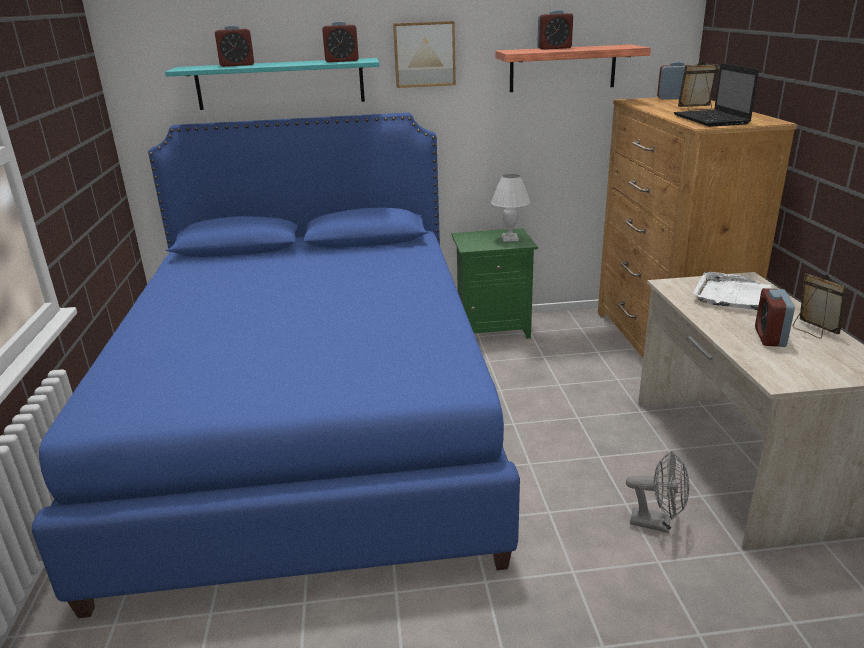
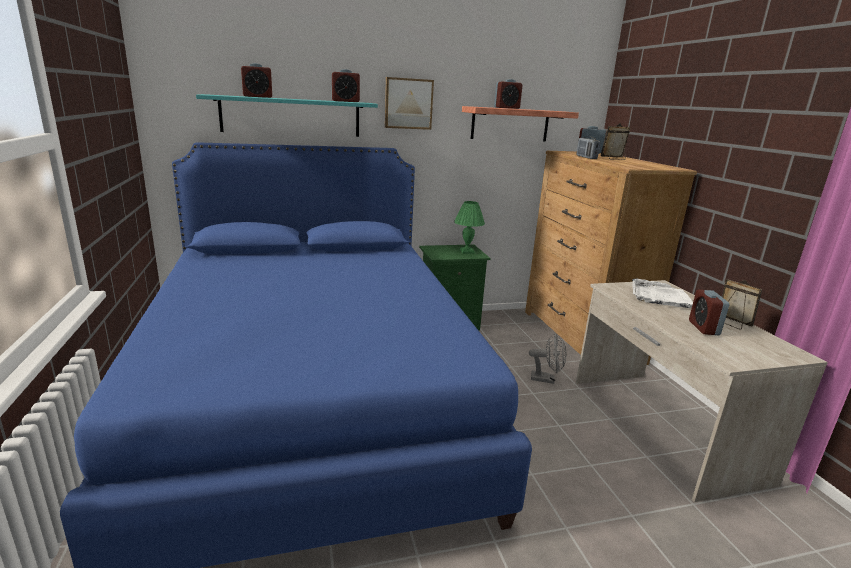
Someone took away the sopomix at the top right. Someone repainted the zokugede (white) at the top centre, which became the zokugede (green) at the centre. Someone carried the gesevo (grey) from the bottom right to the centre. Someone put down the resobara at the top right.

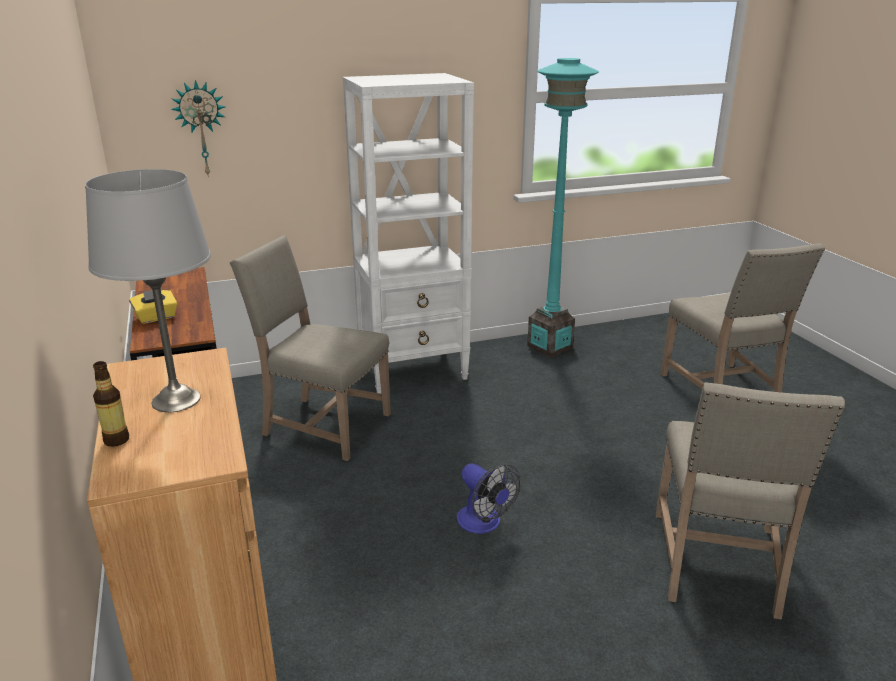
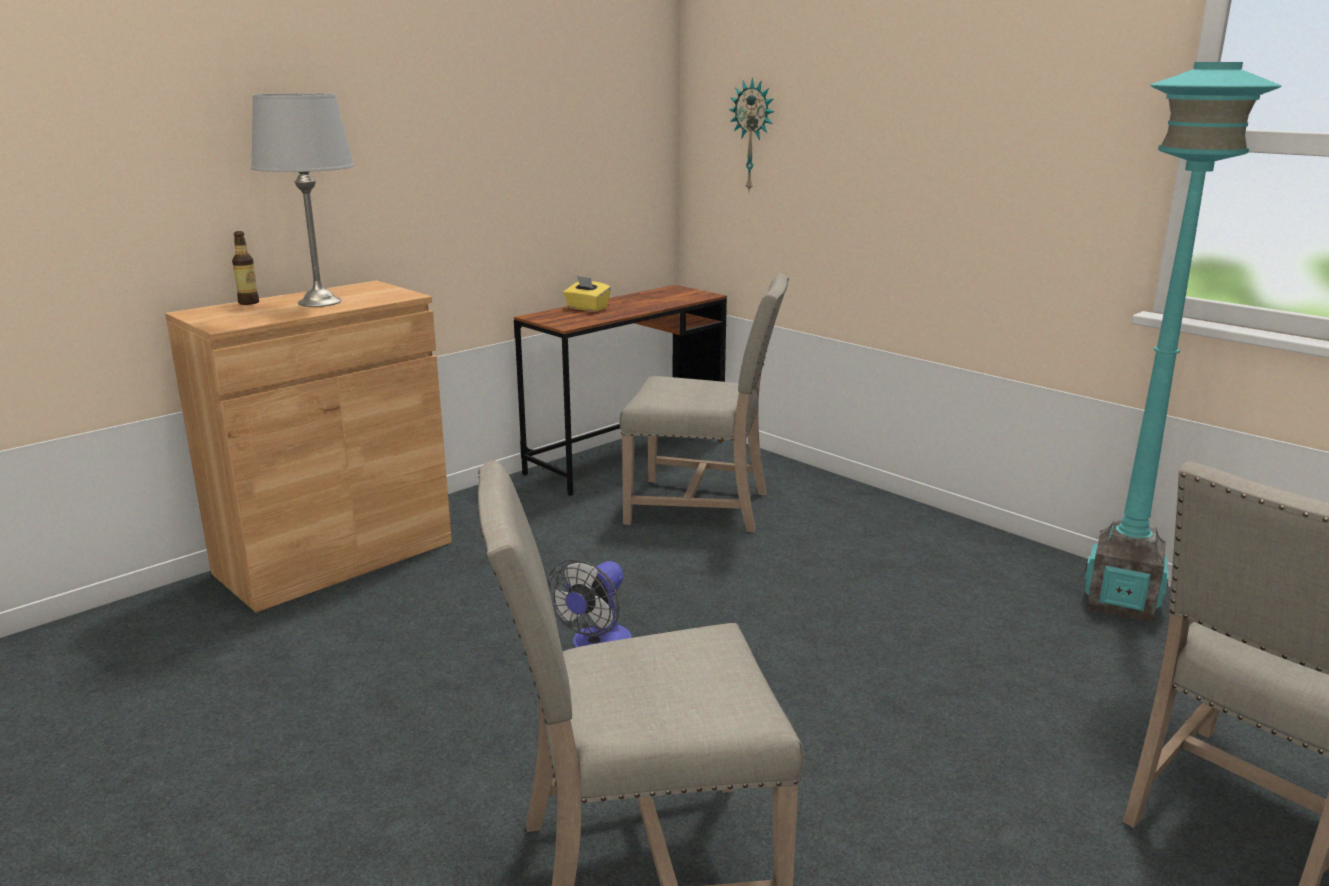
Someone took away the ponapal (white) at the centre. Someone rotated the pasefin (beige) (no. 1 from left in the first image) at the centre by 105 degrees clockwise.

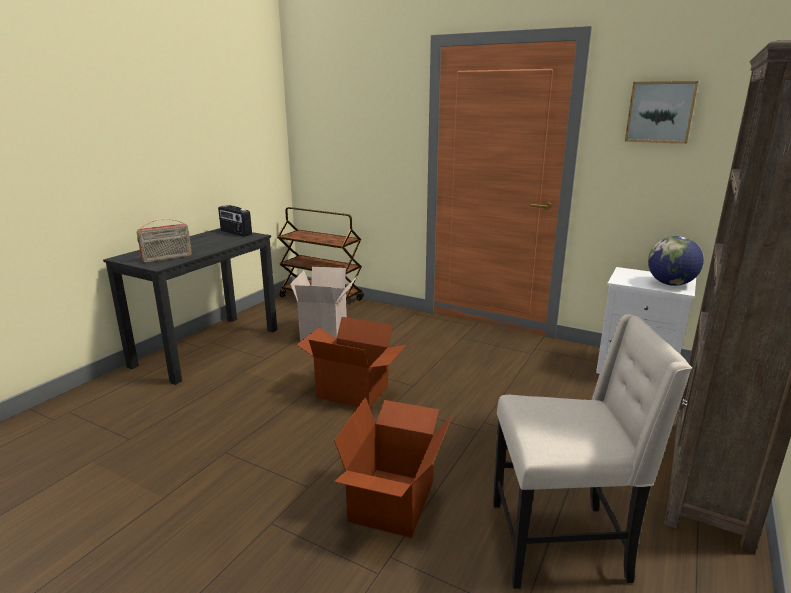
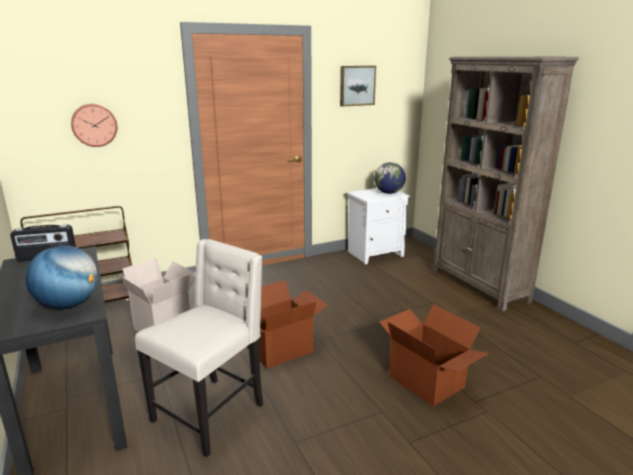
Someone swapped the resobara (no. 1 from left) at the middle left for the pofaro (no. 1 from left) at the middle left. Someone carried the pasefin (beige) from the bottom right to the bottom left. Someone put up the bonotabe at the top left.

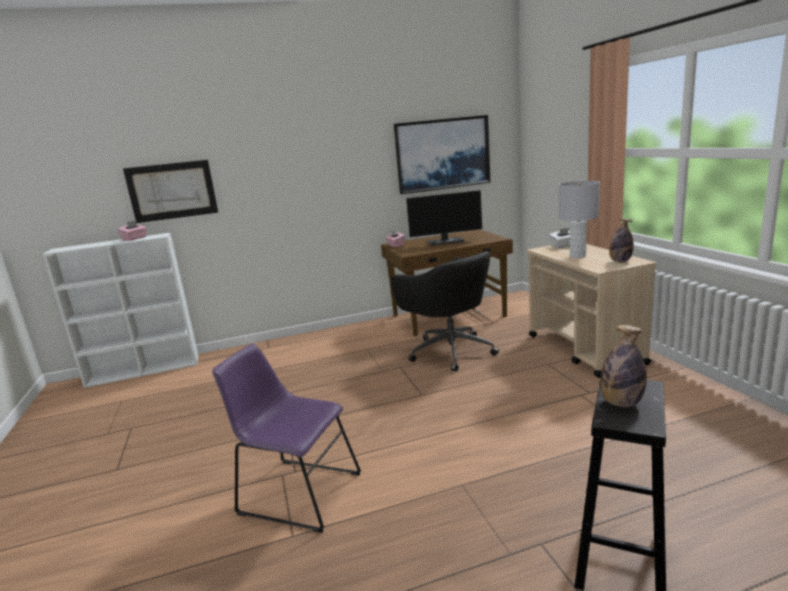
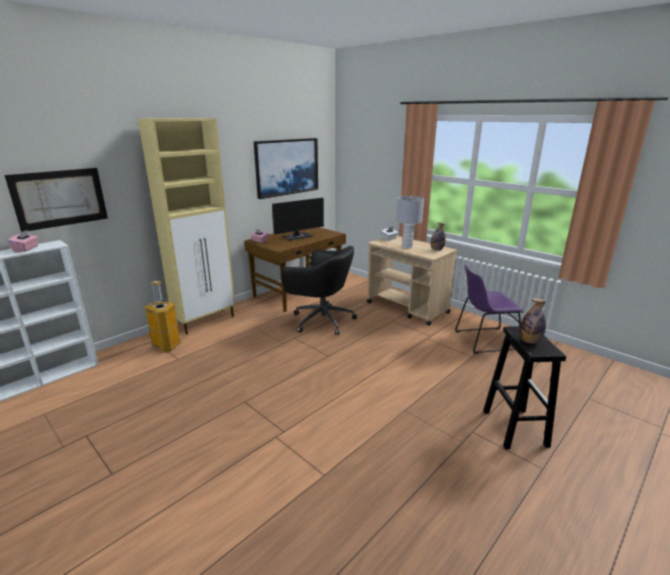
Someone carried the pasefin (purple) from the bottom centre to the middle right. Someone put down the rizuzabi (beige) at the middle left. Someone put down the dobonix at the middle left.

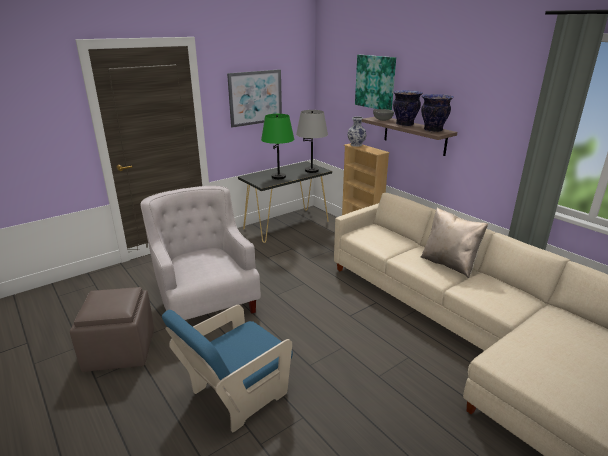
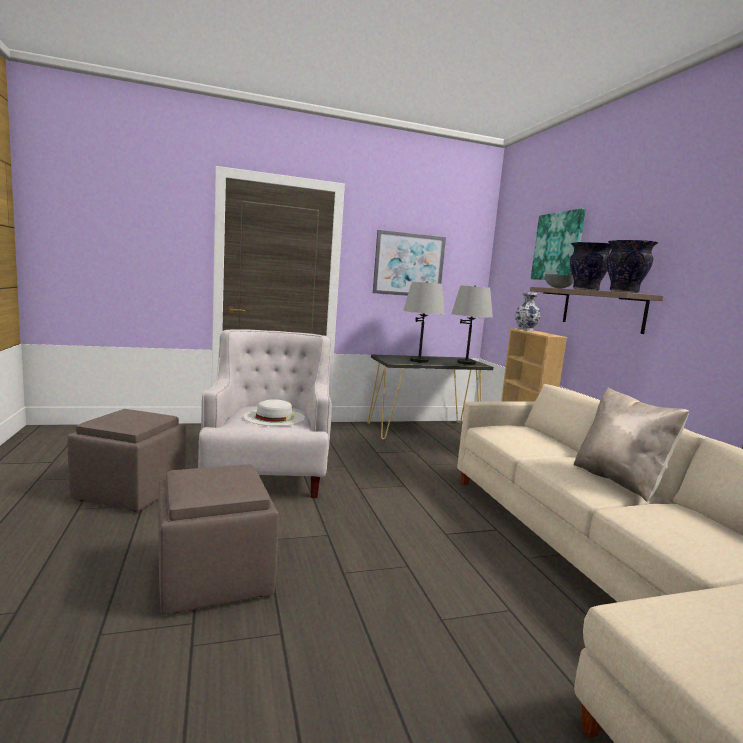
Someone repainted the zokugede (green) at the top centre, which became the zokugede (grey) (no. 1 from left) at the centre. Someone swapped the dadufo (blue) at the bottom centre for the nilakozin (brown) (no. 2 from left) at the bottom left. Someone put down the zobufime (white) at the centre.

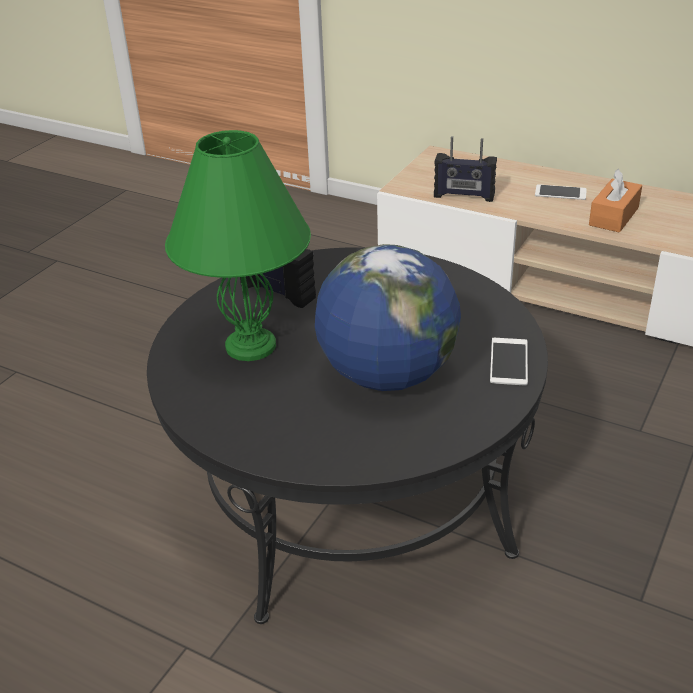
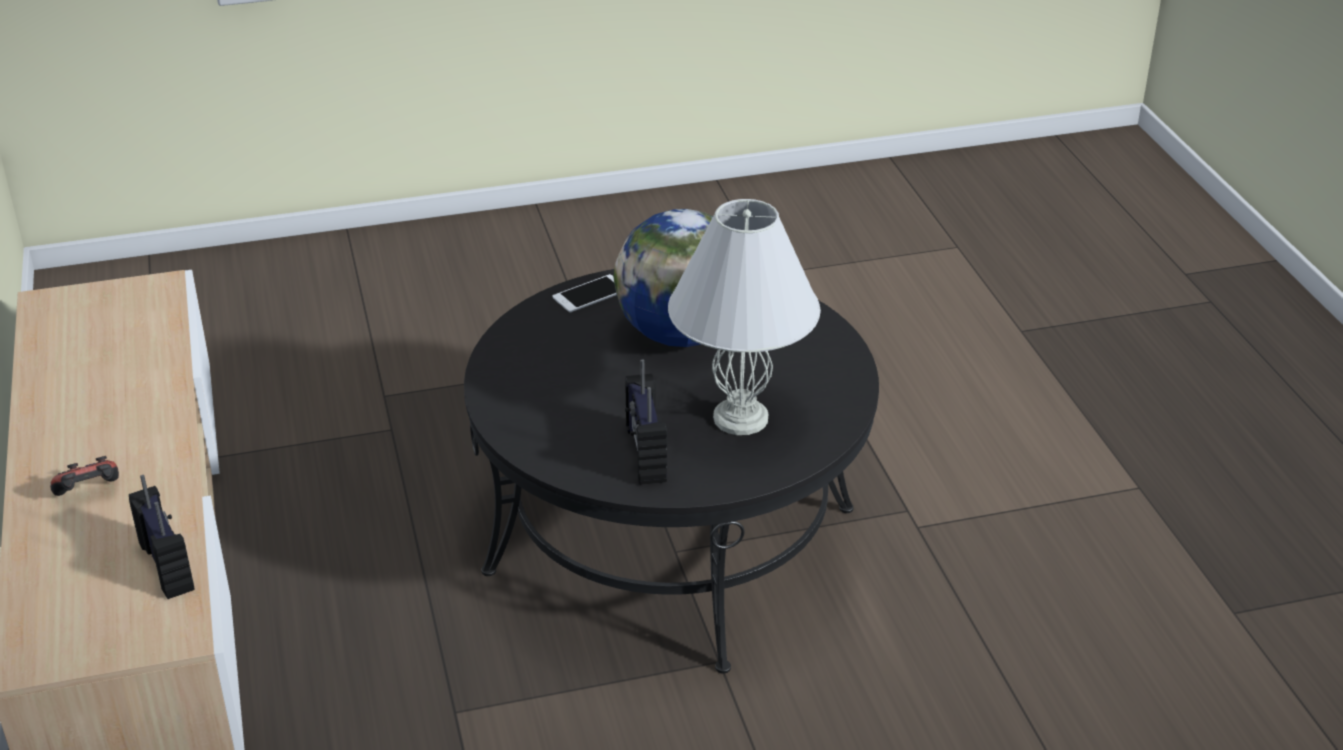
Someone repainted the zokugede (green) at the centre, which became the zokugede (white) at the centre. Someone took away the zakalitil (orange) at the top right. Someone swapped the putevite (no. 2 from left) at the top right for the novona at the middle left.

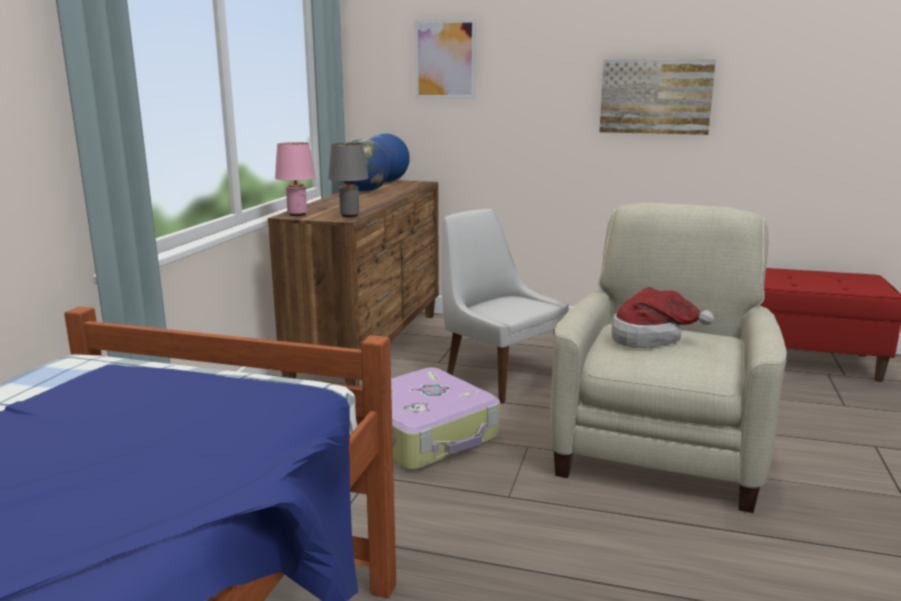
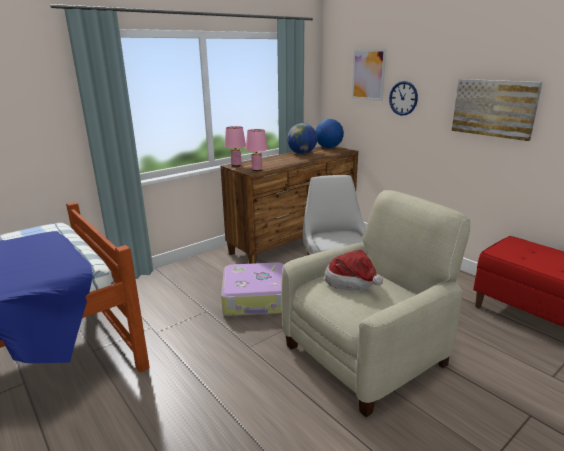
Someone repainted the zokugede (grey) at the top centre, which became the zokugede (pink) (no. 2 from left) at the top centre. Someone put up the bonotabe at the top right.

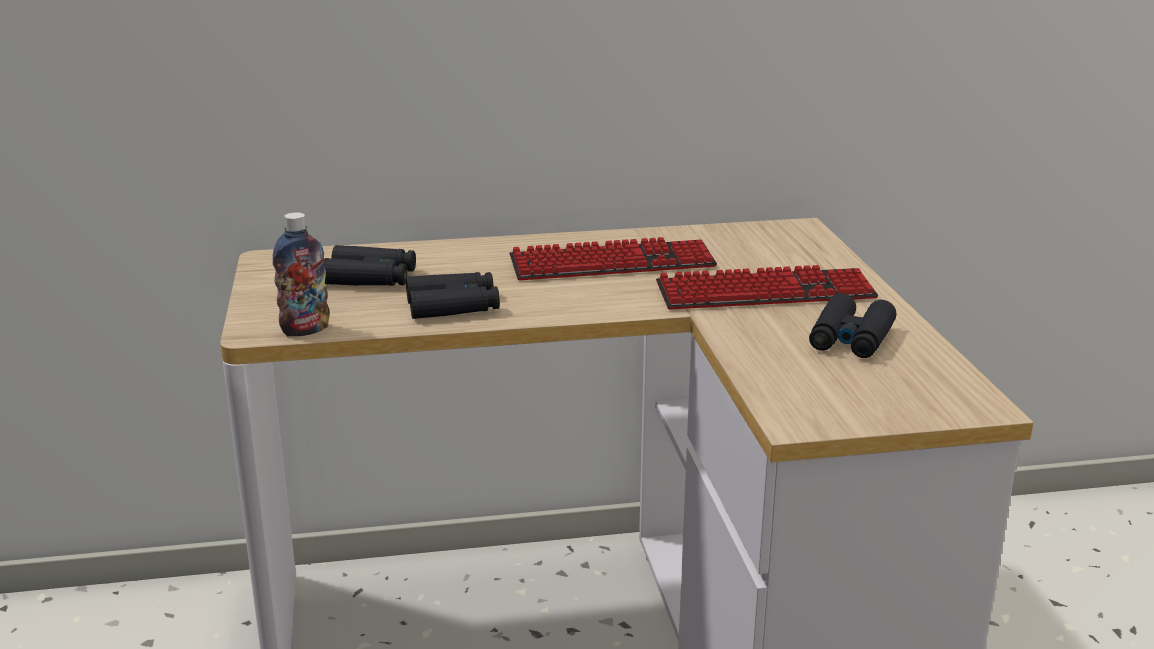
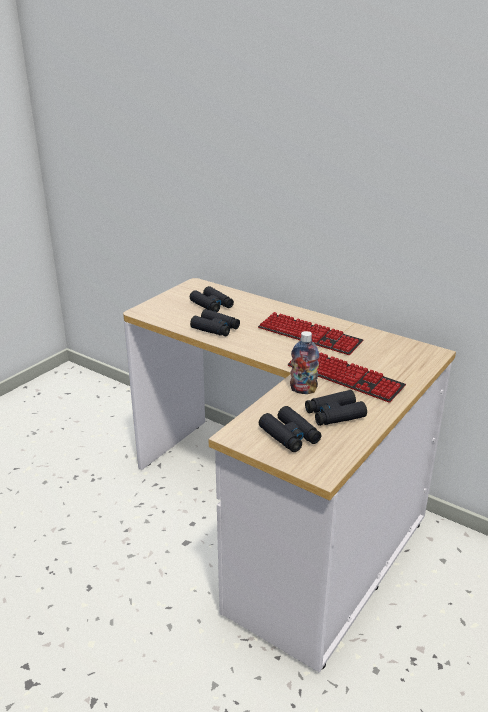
Someone carried the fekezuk from the middle left to the centre. Someone put down the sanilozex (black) (no. 3 from left) at the centre.

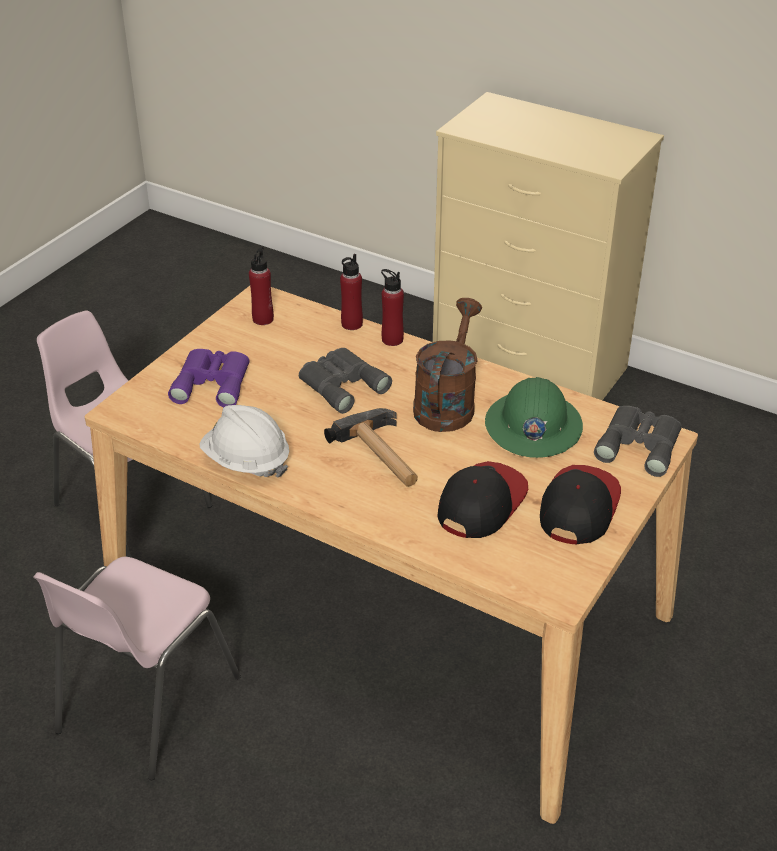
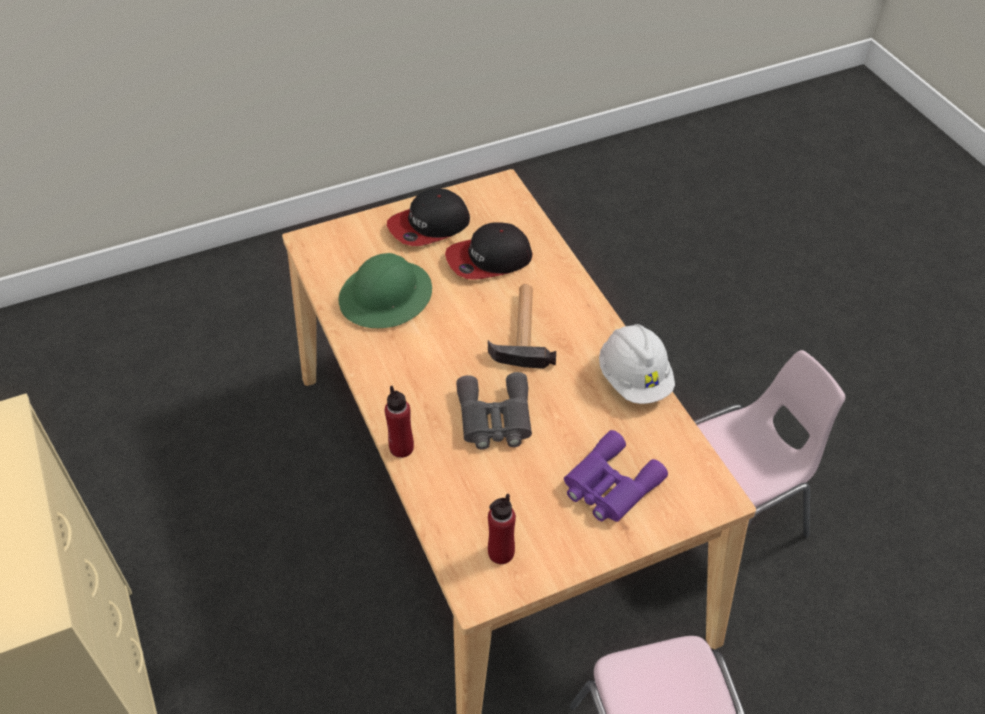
Someone took away the fekezuk (red) (no. 2 from left) at the centre. Someone took away the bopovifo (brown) at the centre. Someone took away the sanilozex (grey) (no. 2 from left) at the middle right.

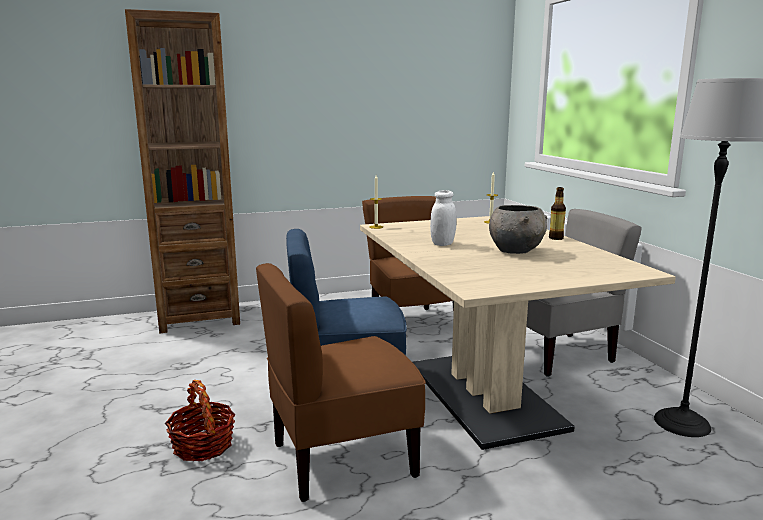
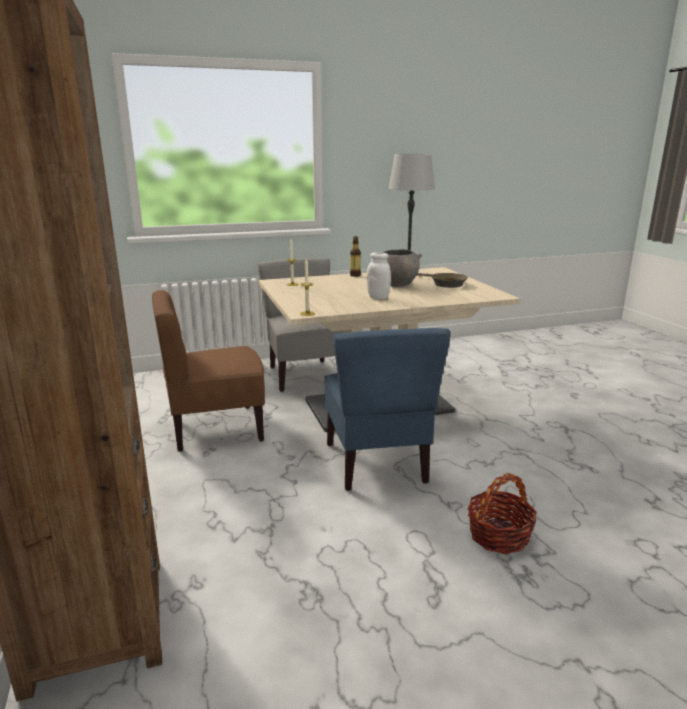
Someone took away the pasefin (brown) (no. 1 from left) at the bottom centre. Someone put down the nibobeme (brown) at the centre.

